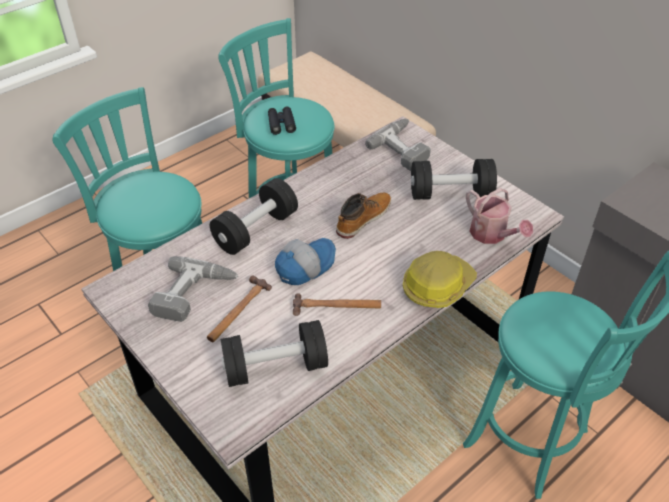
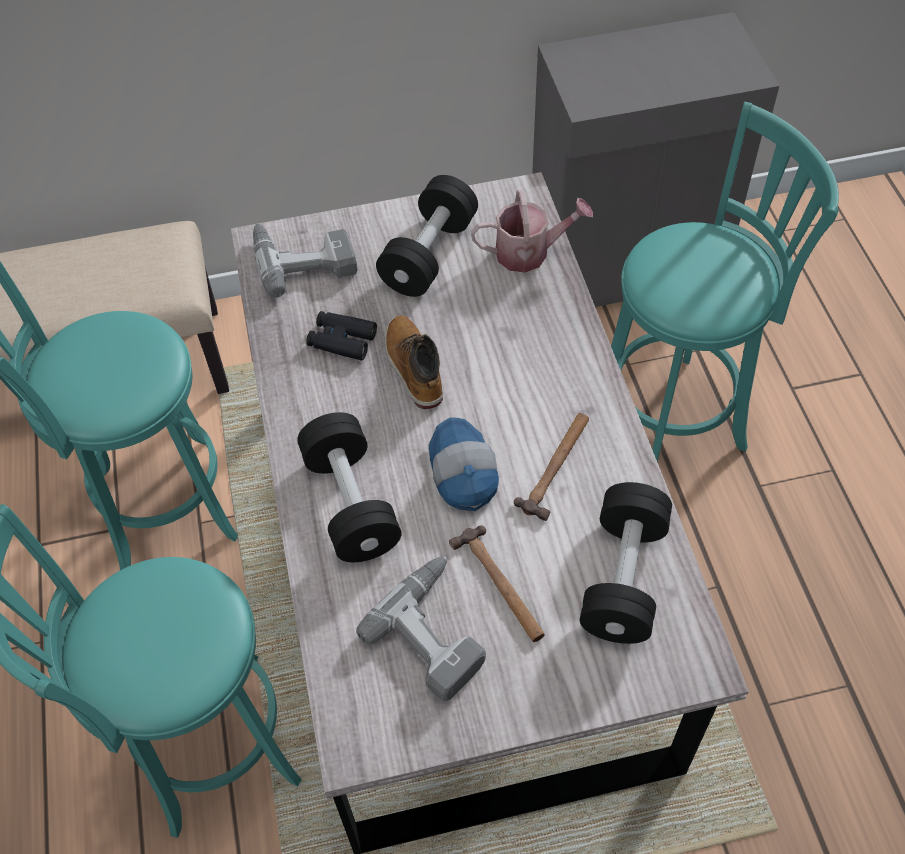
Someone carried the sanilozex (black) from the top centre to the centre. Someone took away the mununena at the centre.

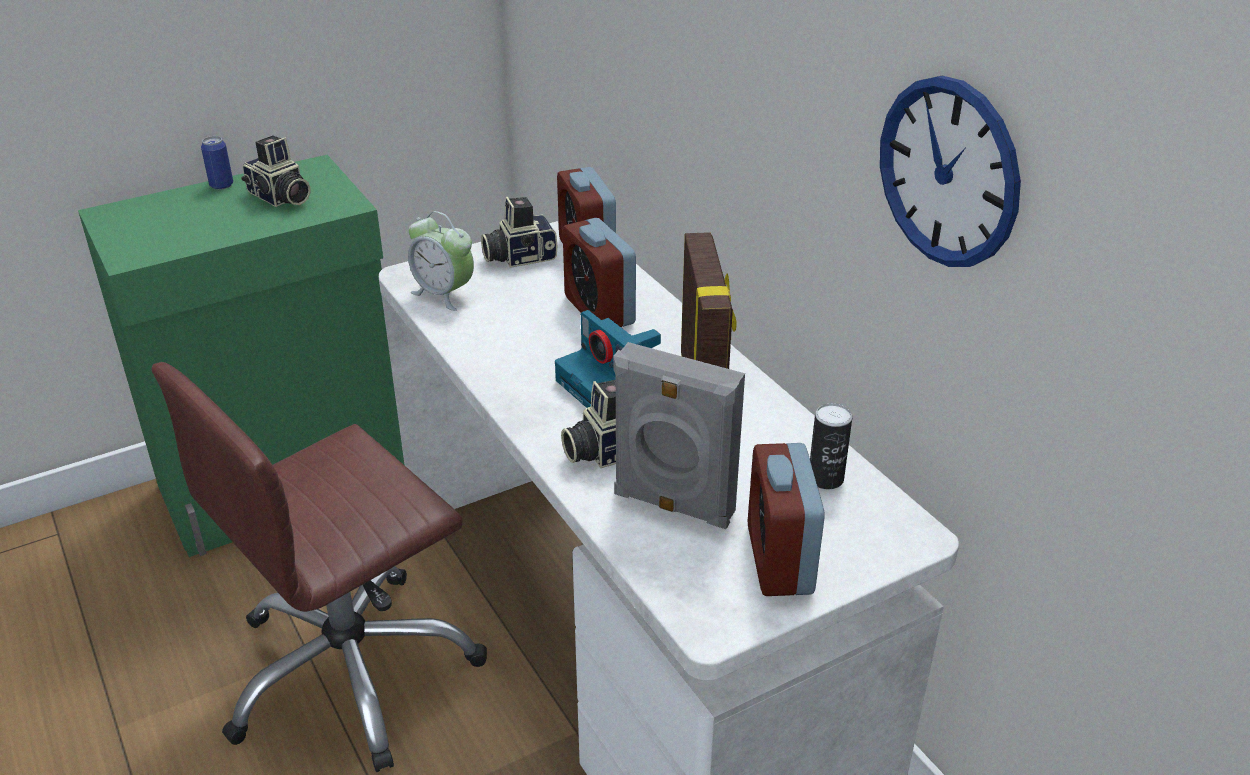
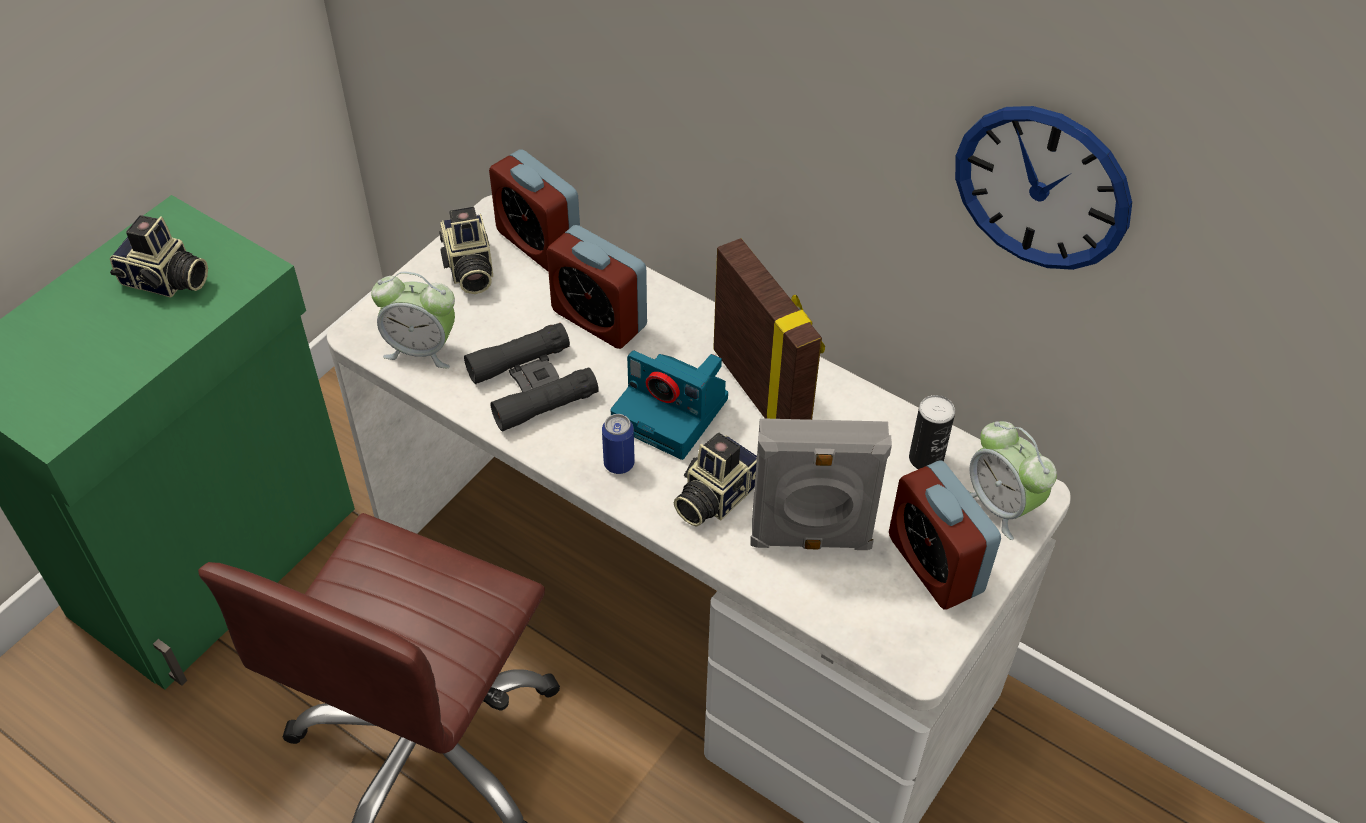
Someone carried the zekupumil (no. 1 from left) from the top left to the centre. Someone rotated the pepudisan (no. 2 from left) at the top centre by 60 degrees counterclockwise. Someone put down the sanilozex (black) at the centre. Someone put down the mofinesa (no. 5 from left) at the middle right.

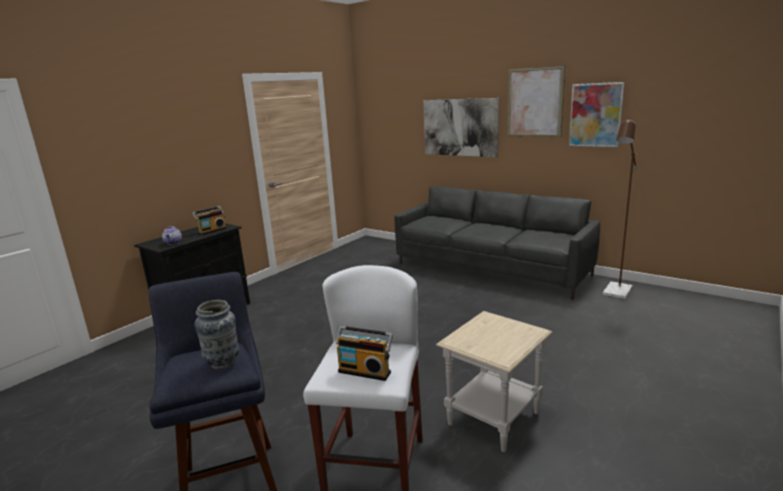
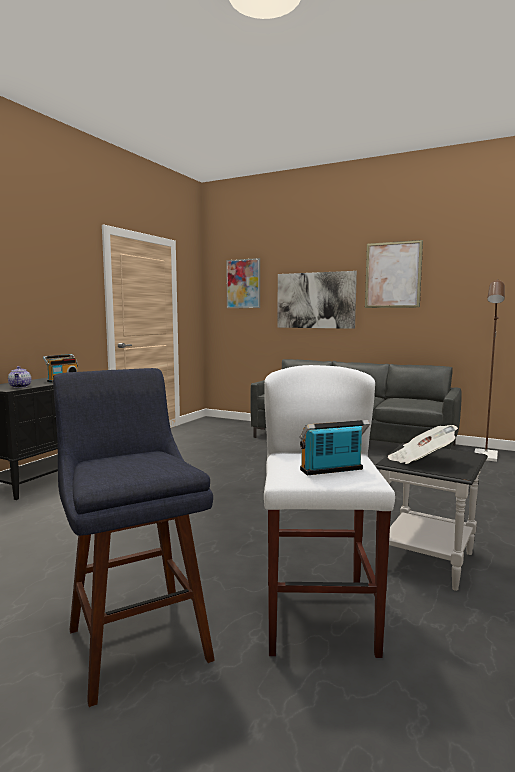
Someone carried the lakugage (no. 3 from left in the first image) from the top right to the centre. Someone took away the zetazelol at the bottom left. Someone repainted the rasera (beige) at the bottom centre, which became the rasera (black) at the bottom right. Someone rotated the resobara (no. 2 from left) at the bottom centre by 150 degrees clockwise. Someone put down the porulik at the middle right.

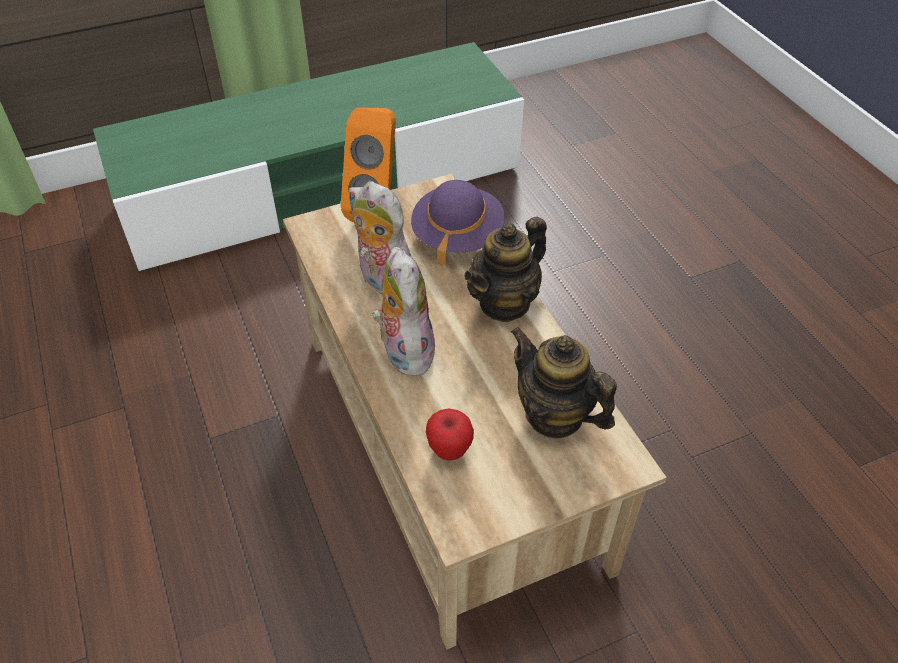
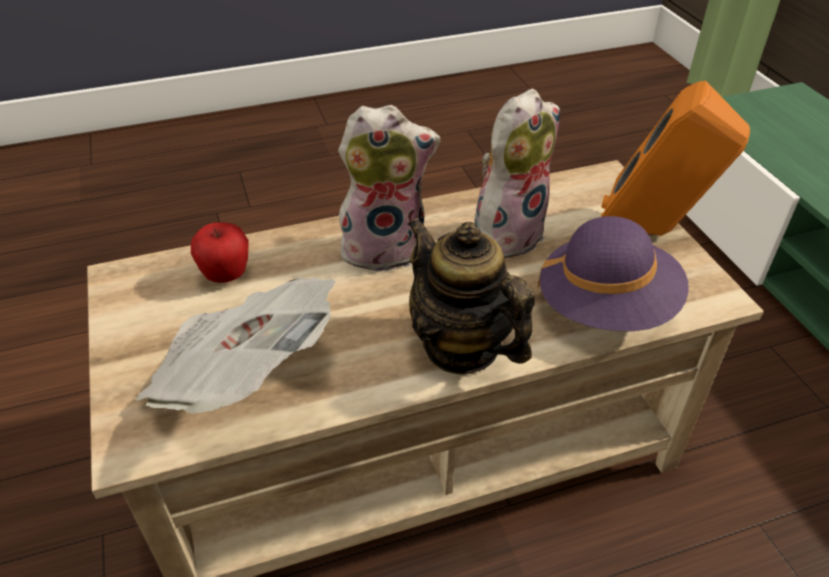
Someone swapped the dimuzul (no. 2 from left) at the centre for the porulik at the middle left.

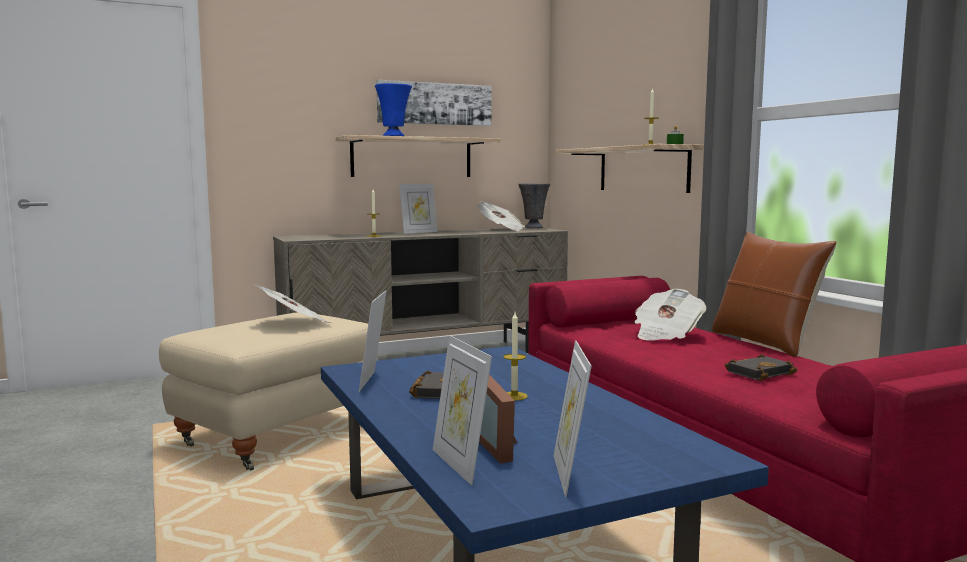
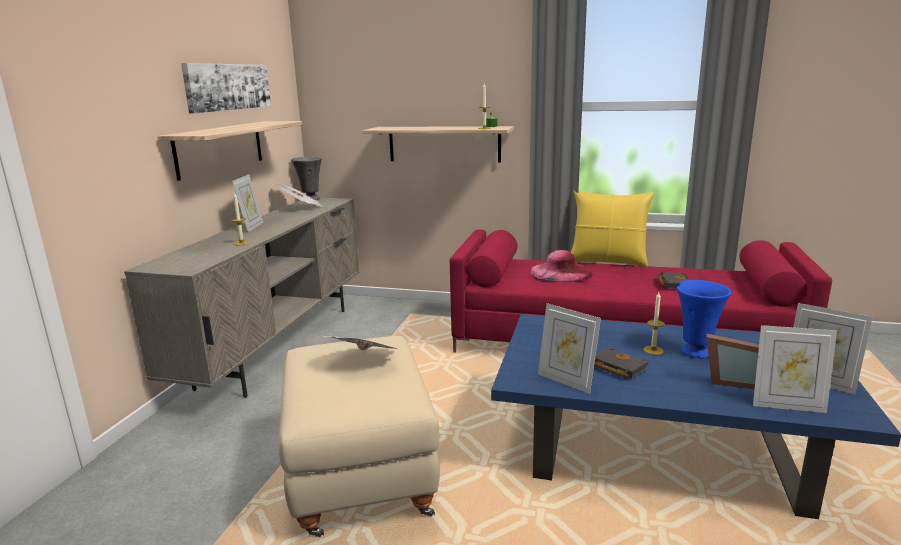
Someone carried the zetazelol (blue) from the top centre to the middle right. Someone repainted the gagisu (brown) at the middle right, which became the gagisu (yellow) at the middle right. Someone swapped the porulik (no. 3 from left) at the middle right for the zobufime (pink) at the centre.

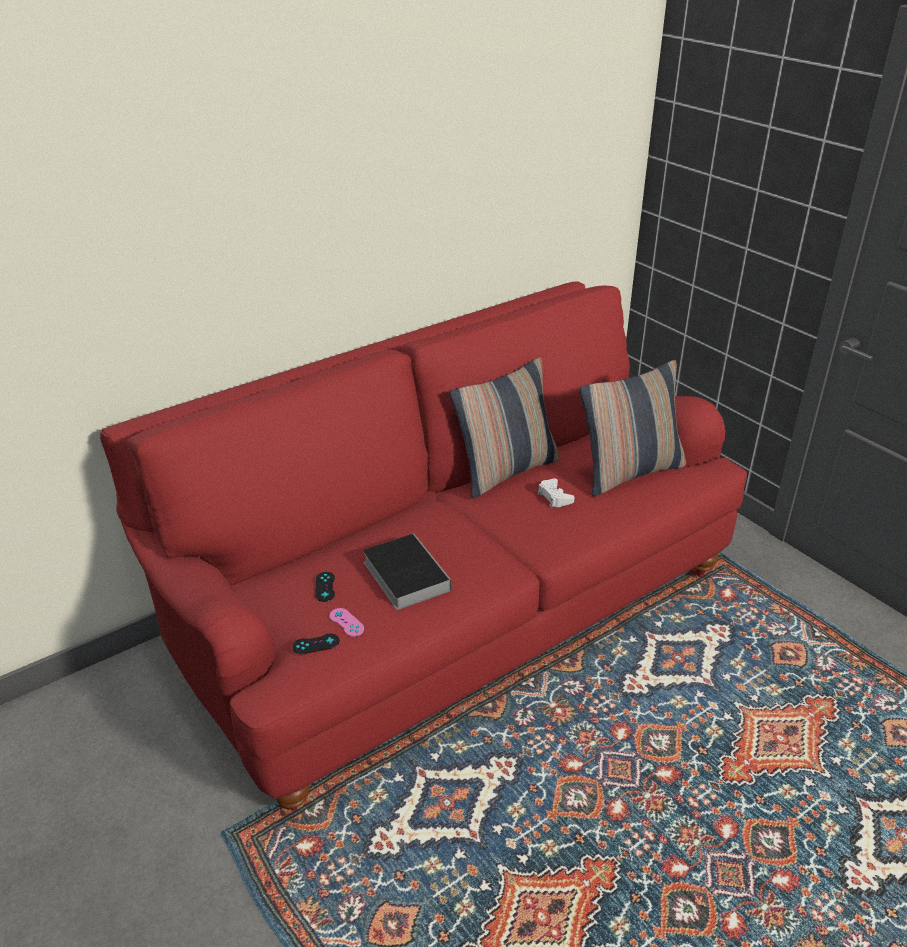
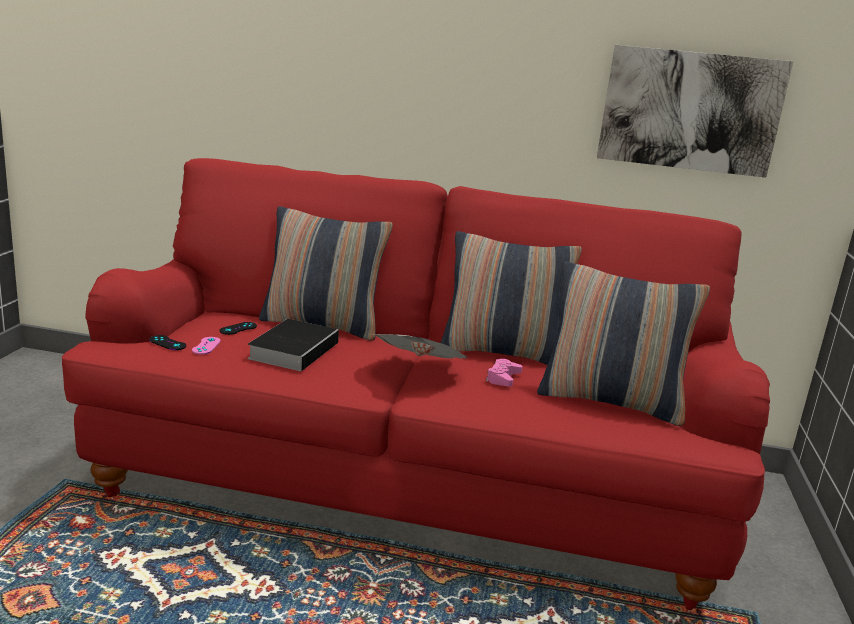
Someone repainted the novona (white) at the centre, which became the novona (pink) (no. 2 from left) at the centre. Someone put up the lakugage at the top right. Someone put down the gagisu (no. 1 from left) at the centre. Someone put down the porulik at the centre.

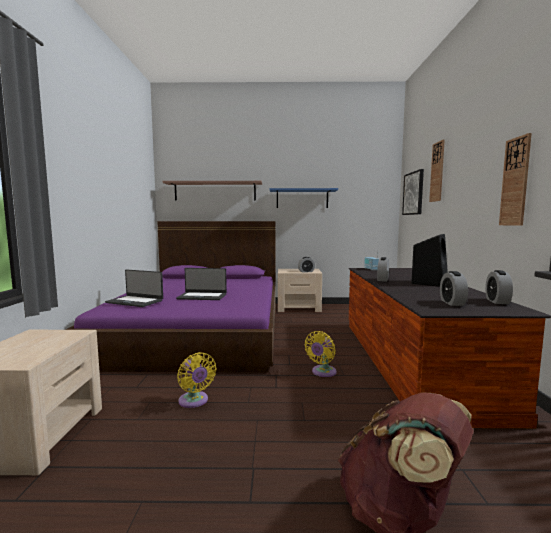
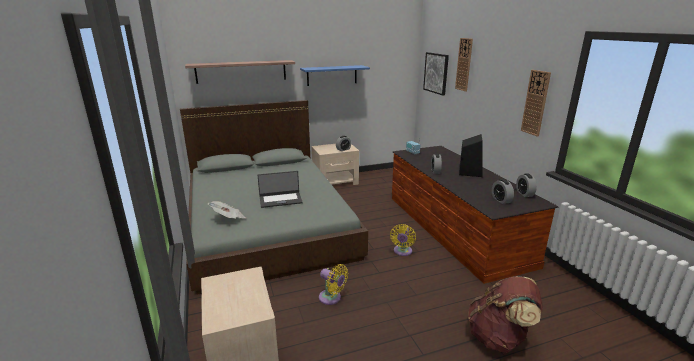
Someone repainted the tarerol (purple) at the middle left, which became the tarerol (grey) at the centre. Someone swapped the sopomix (no. 1 from left) at the middle left for the porulik at the middle left.

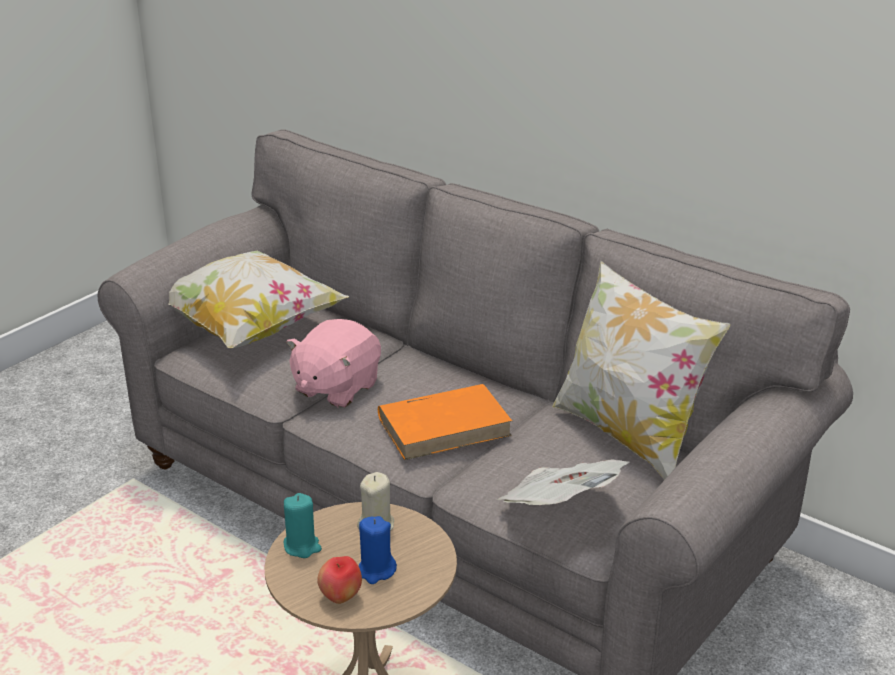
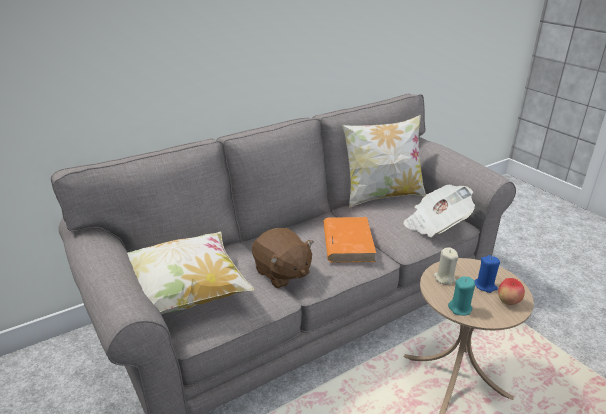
Someone repainted the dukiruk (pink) at the centre, which became the dukiruk (brown) at the centre.

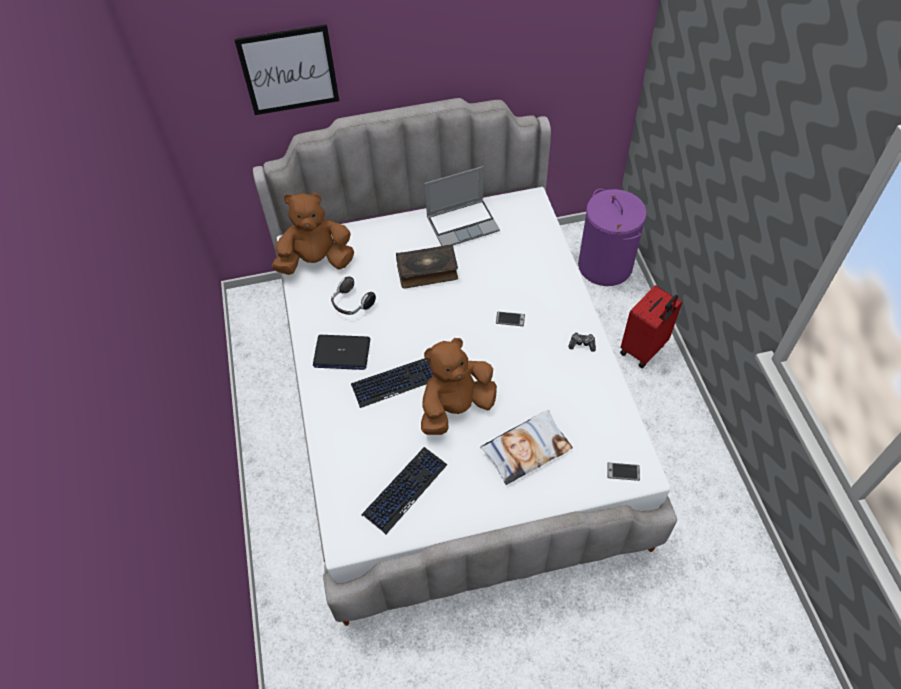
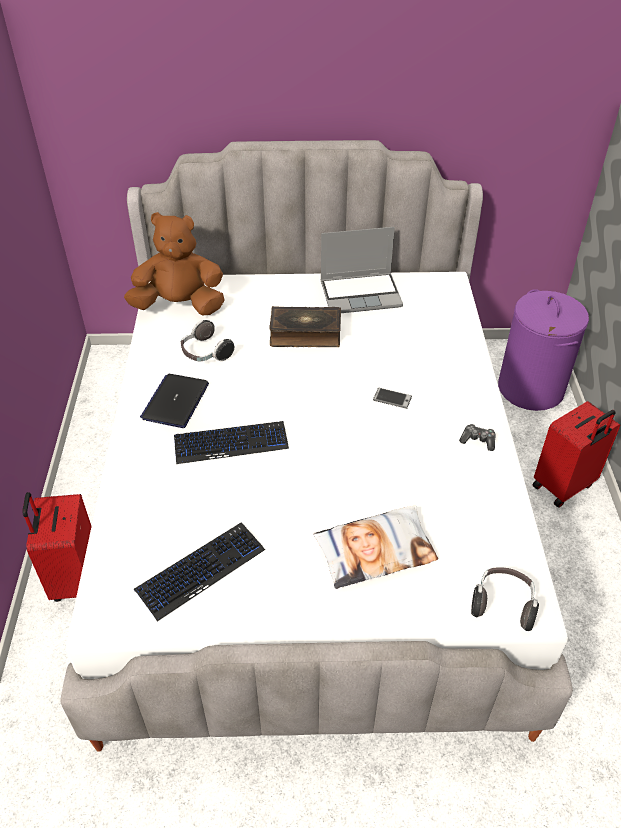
Someone took away the lakugage at the top left. Someone rotated the sopomix (no. 1 from left) at the centre by 90 degrees clockwise. Someone took away the dukiruk (brown) (no. 2 from left) at the centre. Someone swapped the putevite (no. 2 from left) at the bottom right for the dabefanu (no. 2 from left) at the bottom right. Someone put down the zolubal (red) (no. 1 from left) at the middle left.

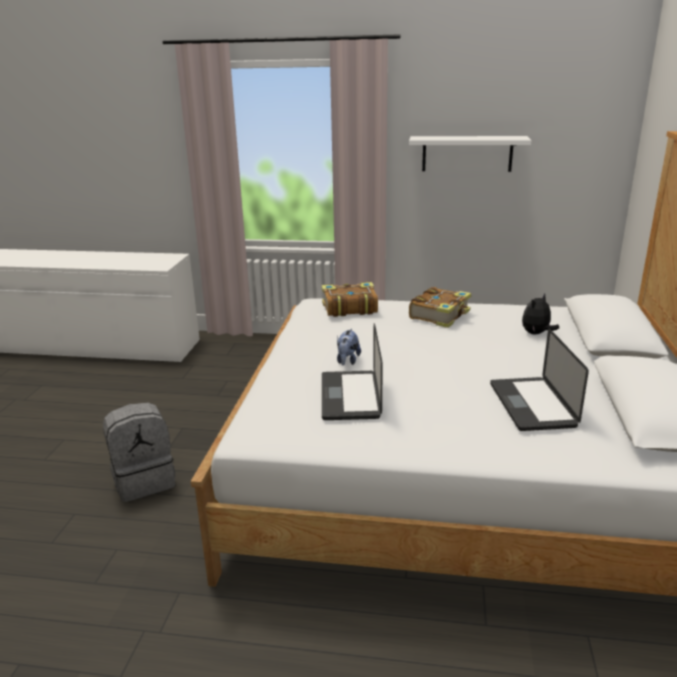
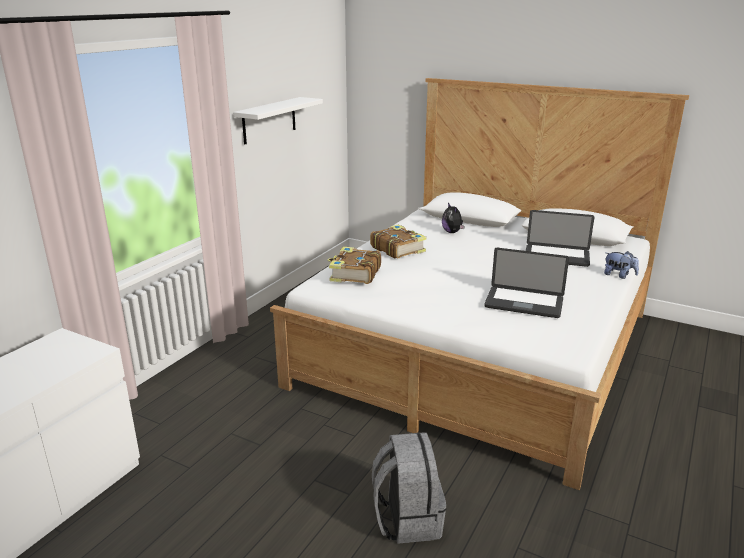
Someone carried the dukiruk (no. 1 from left in the first image) from the centre to the middle right.

